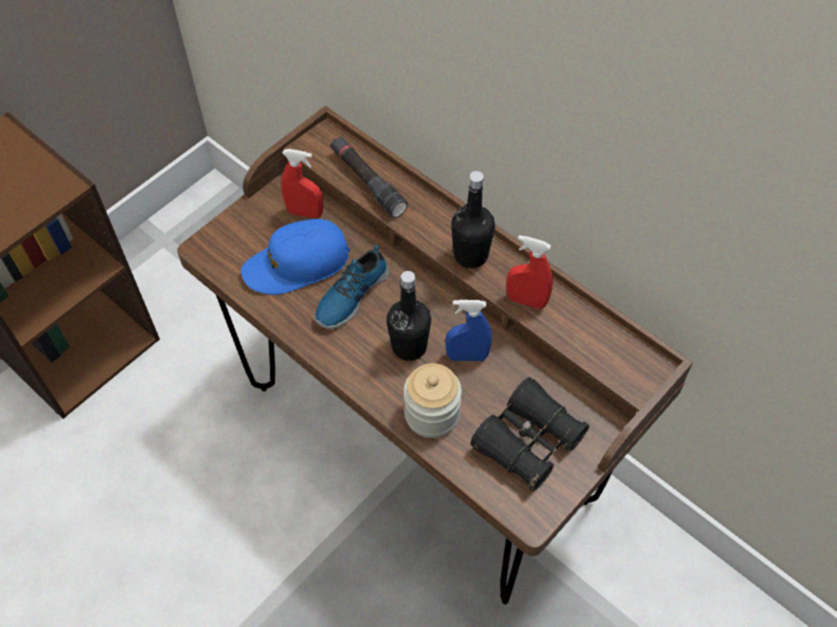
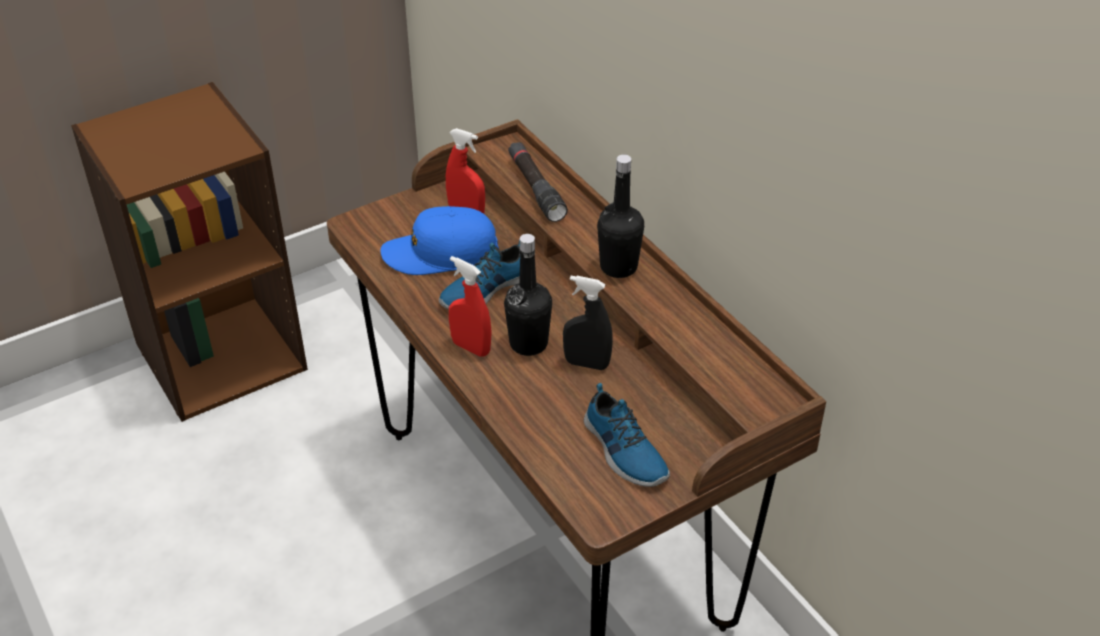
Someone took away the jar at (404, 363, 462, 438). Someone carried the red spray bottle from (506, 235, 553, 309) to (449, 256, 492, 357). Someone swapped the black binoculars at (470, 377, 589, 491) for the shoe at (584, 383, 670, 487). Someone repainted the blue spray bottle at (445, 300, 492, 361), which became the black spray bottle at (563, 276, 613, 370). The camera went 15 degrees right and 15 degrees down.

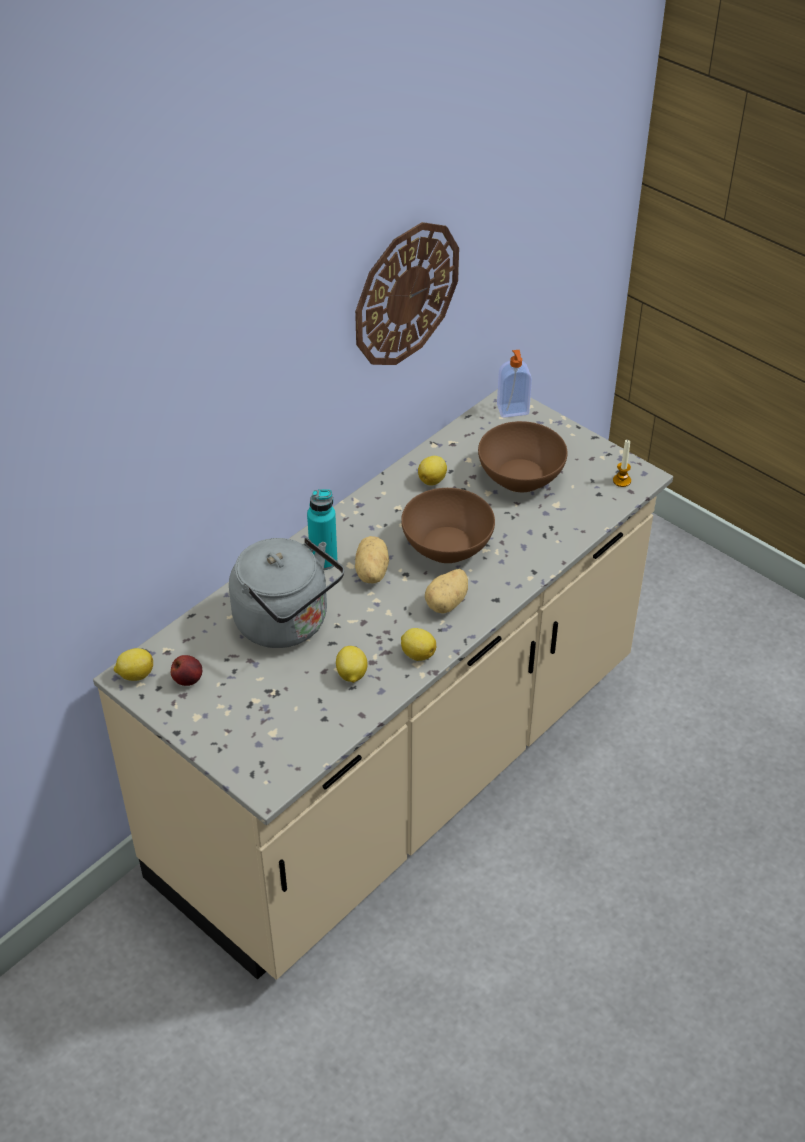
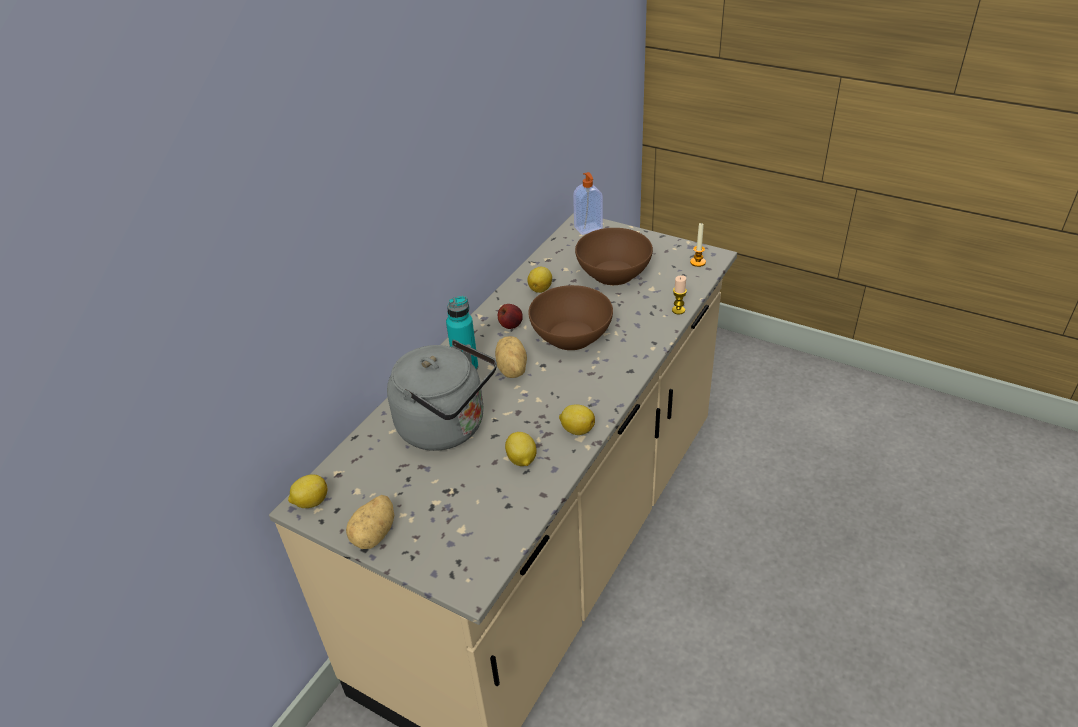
Someone took away the wall clock at (355, 222, 459, 365). Someone put down the candle at (672, 275, 687, 314). Someone carried the apple from (171, 655, 202, 686) to (498, 304, 523, 329). Someone carried the potato from (425, 569, 468, 614) to (346, 495, 394, 549). The camera went 10 degrees left and 5 degrees down.

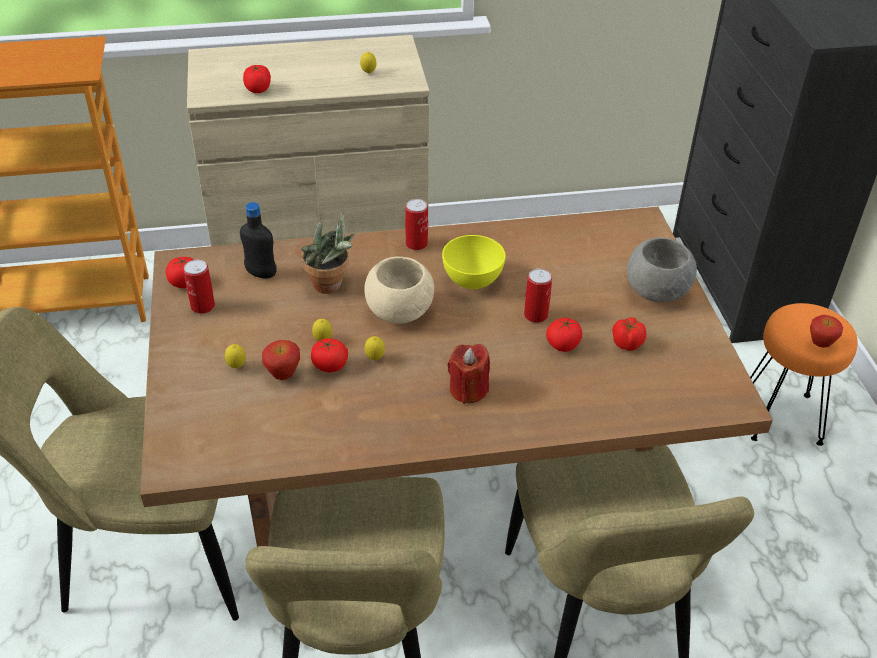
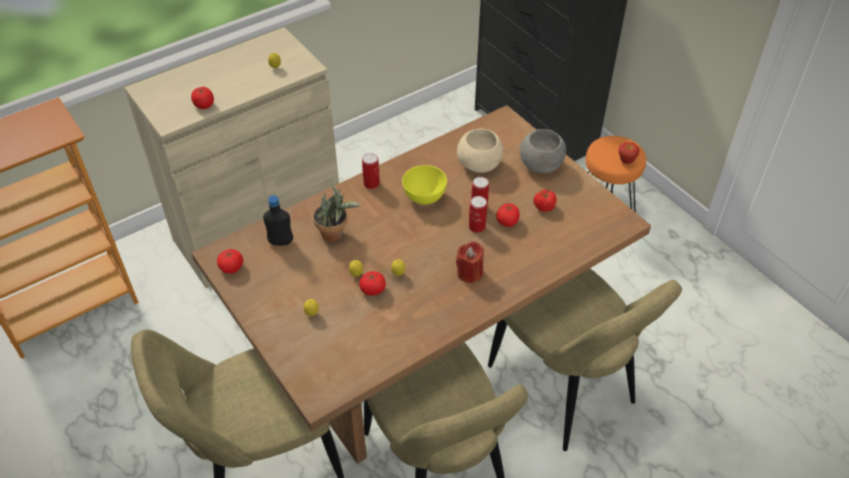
Someone took away the apple at (262, 340, 300, 380). Someone carried the can from (183, 260, 215, 314) to (469, 196, 487, 233). Someone carried the beige bowl from (364, 257, 434, 324) to (457, 129, 503, 173). The camera went 25 degrees left and 5 degrees up.

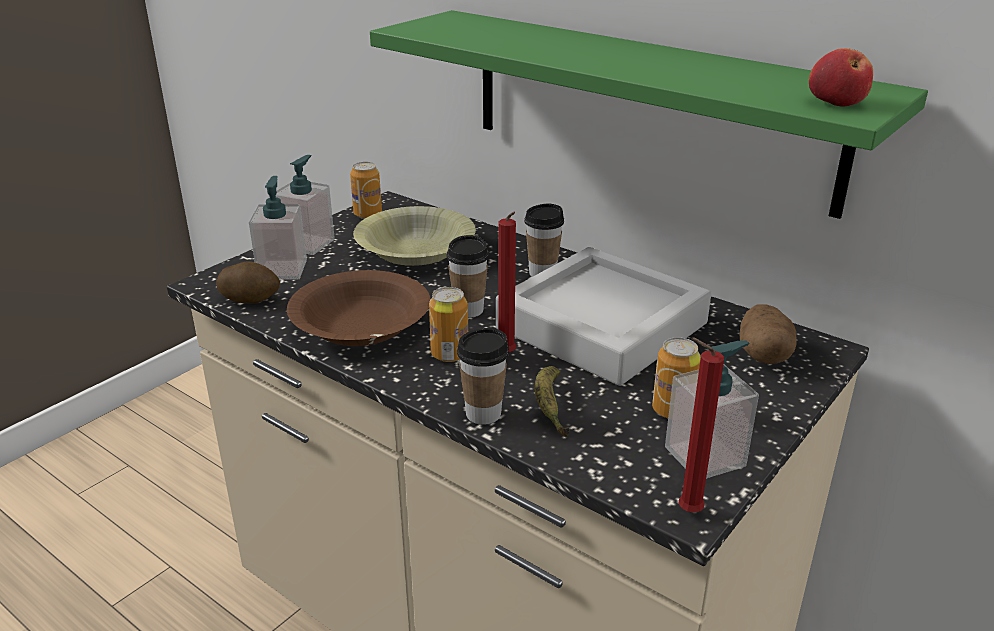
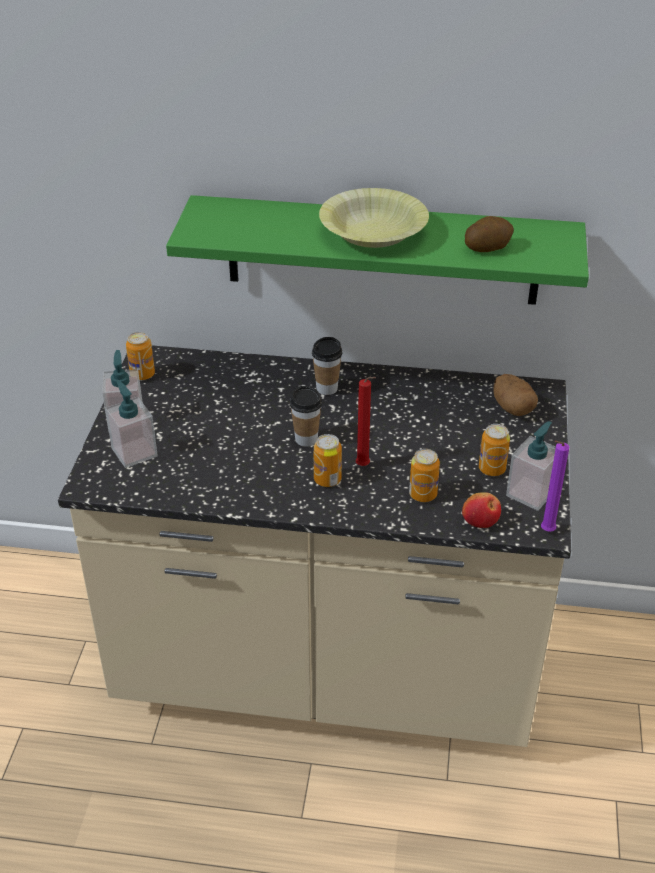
Someone took away the brown bowl at (287, 270, 430, 346). Someone took away the cup at (457, 328, 509, 425). Someone took away the grey tray at (496, 247, 711, 386). Someone carried the potato from (216, 261, 280, 304) to (465, 216, 514, 252). Someone carried the yellow bowl from (353, 206, 476, 266) to (319, 188, 429, 248). Someone carried the apple from (809, 48, 873, 107) to (462, 492, 501, 528). Someone swapped the banana at (534, 366, 569, 437) for the can at (409, 449, 440, 502). Someone repainted the red candle at (678, 338, 724, 512), which became the purple candle at (541, 441, 569, 532). The camera went 30 degrees left and 10 degrees up.

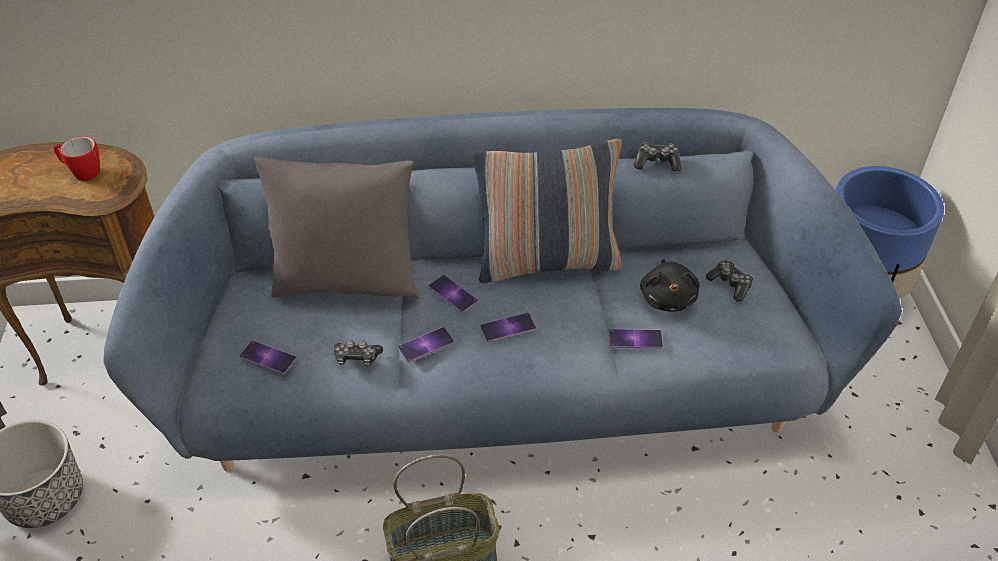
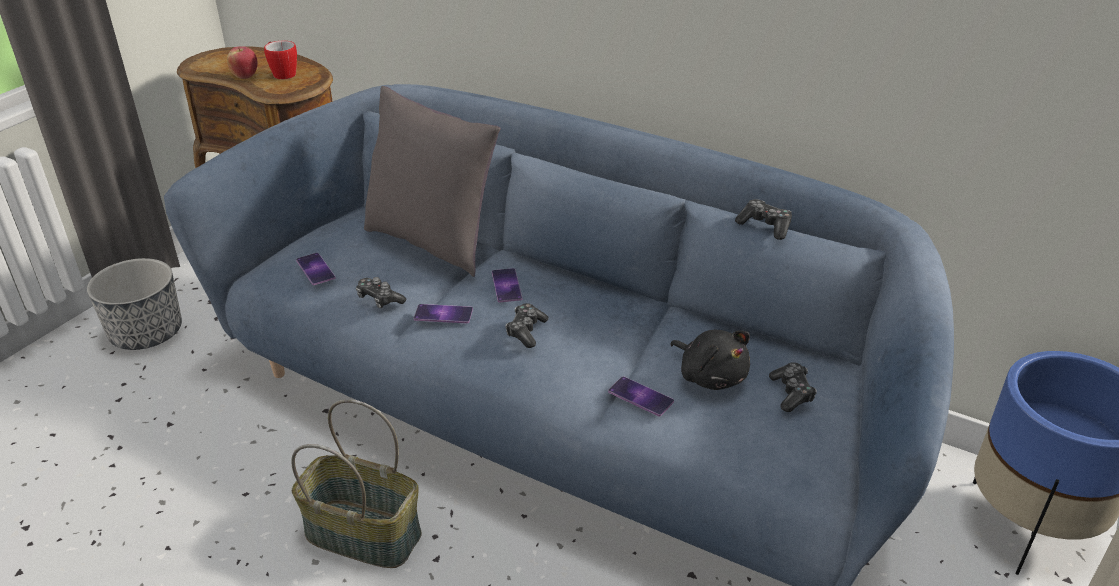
Someone took away the pillow at (472, 139, 622, 283). Someone put down the apple at (227, 46, 258, 79). Someone swapped the phone at (480, 312, 536, 342) for the game controller at (505, 303, 548, 348). Someone rotated the black plush toy at (640, 259, 700, 312) by 75 degrees counterclockwise. The camera went 35 degrees right and 10 degrees down.

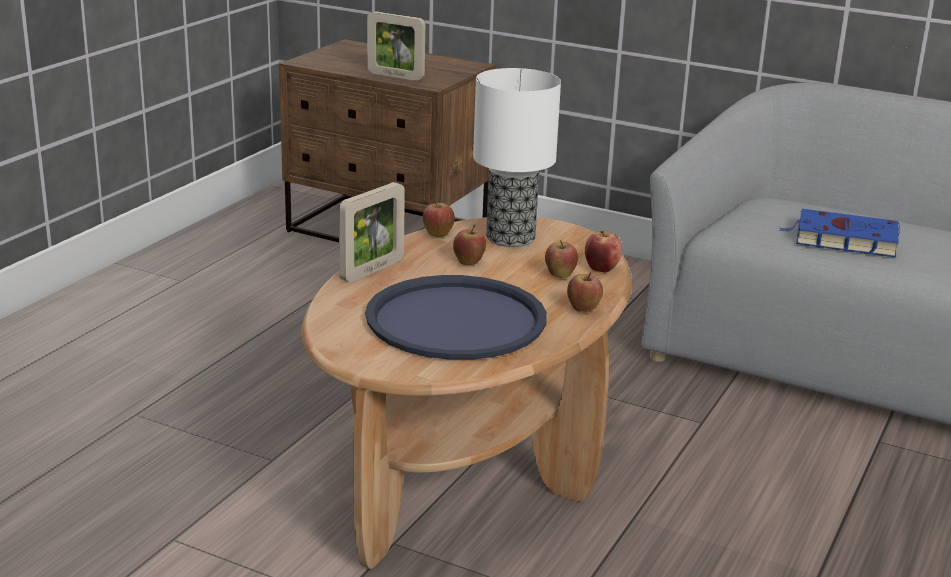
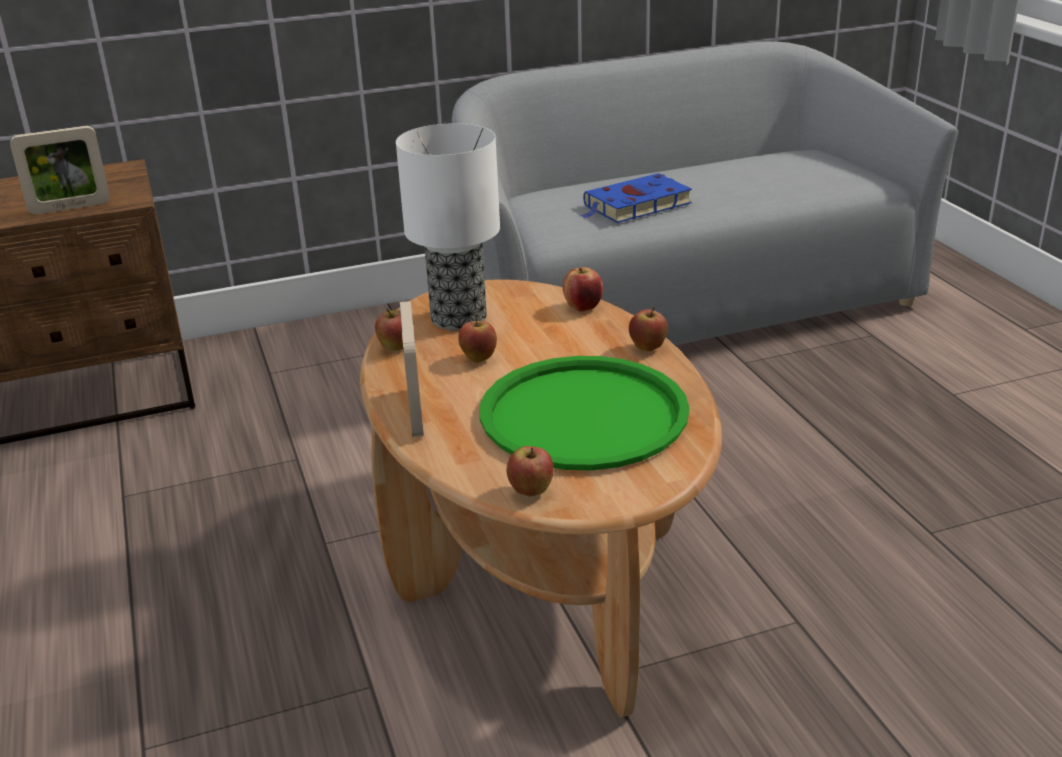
Someone carried the apple from (545, 240, 578, 278) to (507, 446, 554, 496). Someone repainted the blue tray at (365, 275, 547, 360), which became the green tray at (480, 356, 690, 470). The camera went 45 degrees left and 5 degrees up.

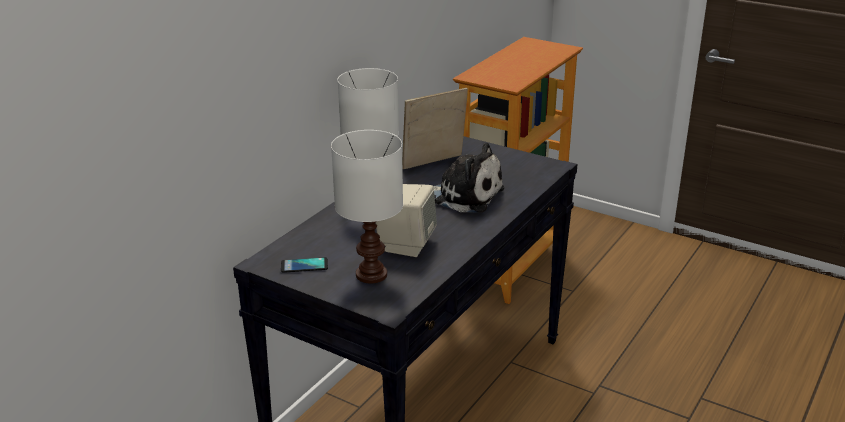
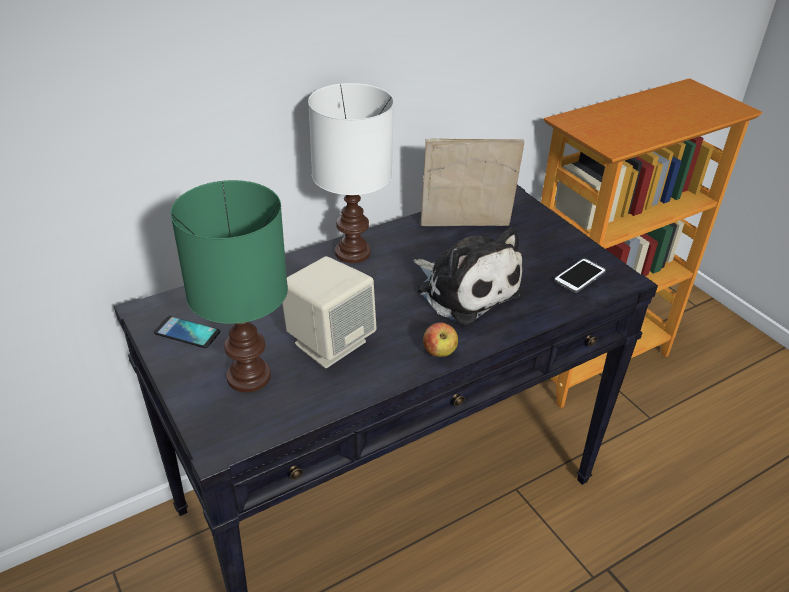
Someone put down the apple at (423, 322, 458, 357). Someone put down the phone at (554, 258, 606, 293). Someone repainted the white table lamp at (331, 130, 403, 284), which became the green table lamp at (170, 180, 288, 392). The camera went 25 degrees right and 10 degrees up.

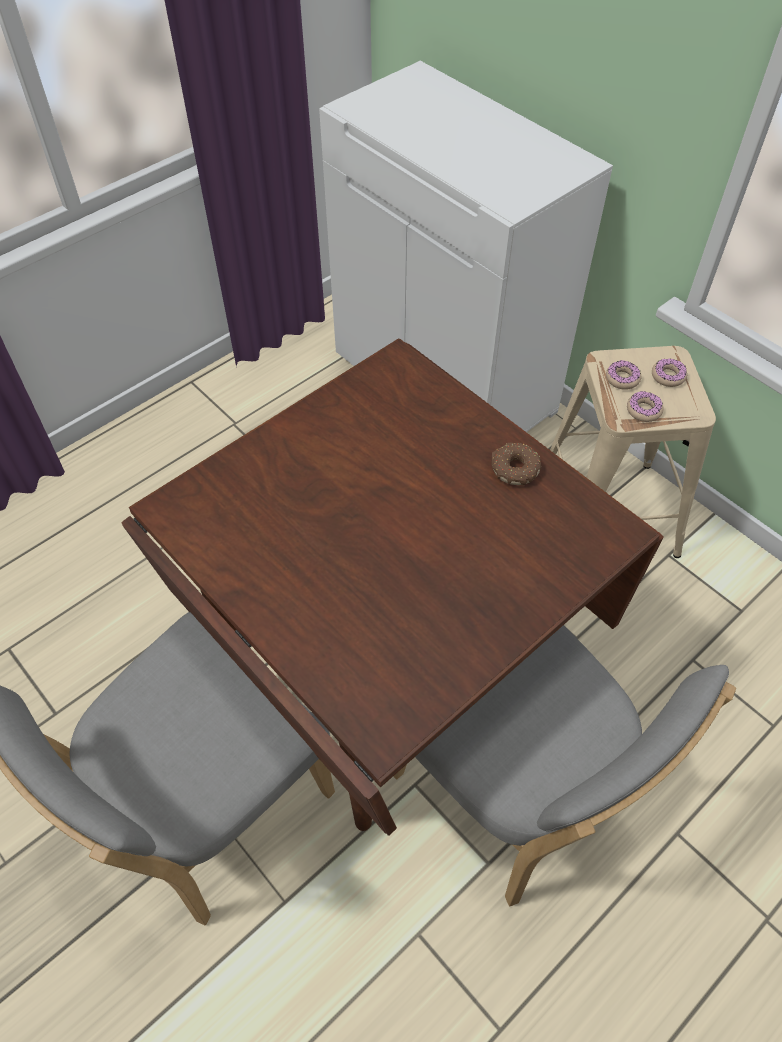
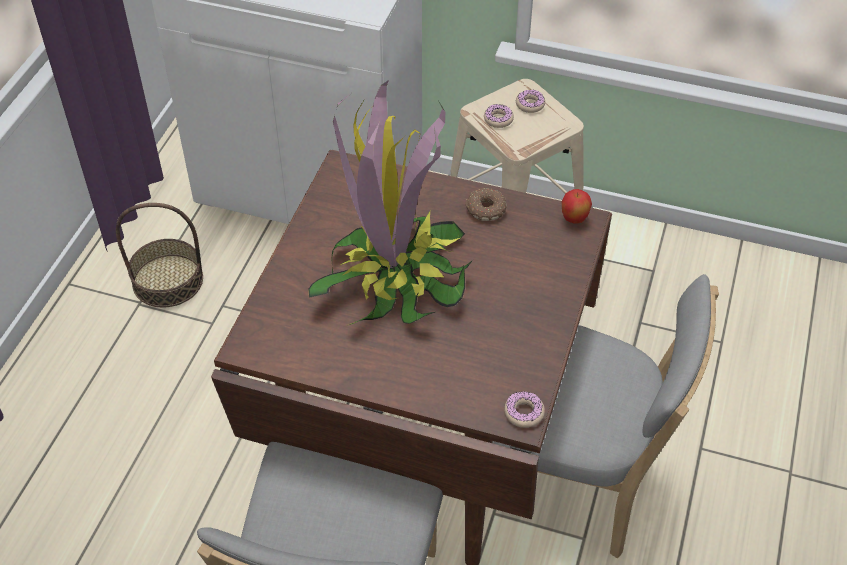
Someone put down the basket at (116, 203, 203, 308). Someone put down the potted plant at (308, 80, 473, 325). Someone put down the apple at (562, 189, 592, 223). Someone carried the donut from (627, 391, 664, 422) to (504, 392, 545, 428). The camera went 30 degrees left and 5 degrees down.

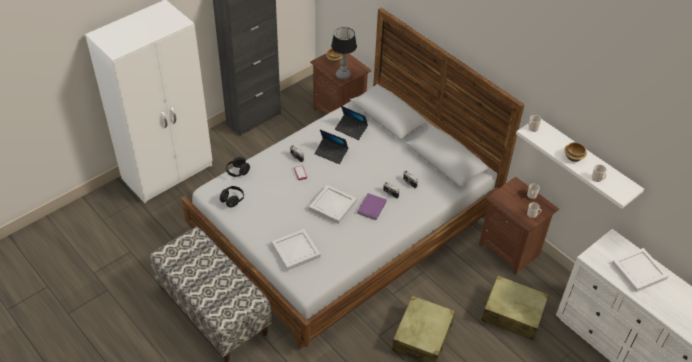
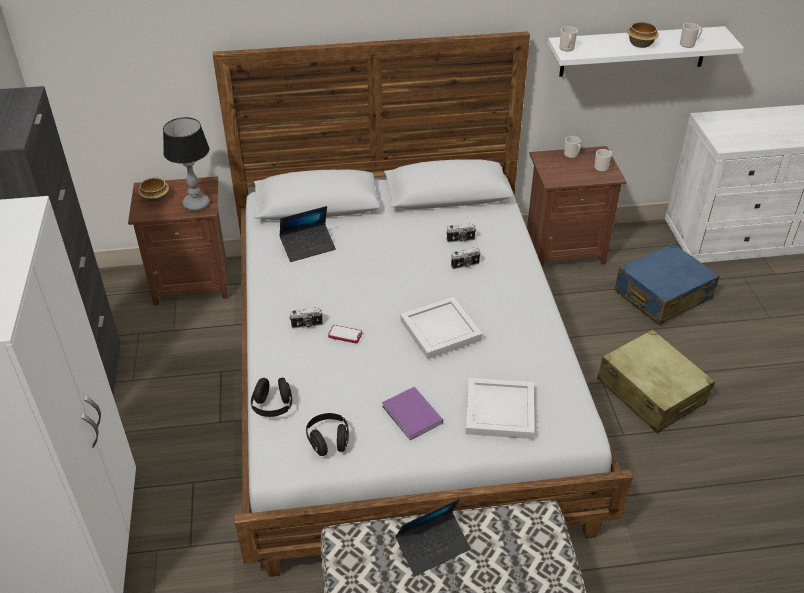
Someone took away the white tray at (612, 248, 668, 292). Someone carried the laptop from (314, 130, 348, 164) to (395, 499, 471, 576). Someone carried the purple book from (357, 193, 387, 220) to (382, 387, 443, 440). Someone repainted the beige suitcase at (481, 275, 549, 340), which became the blue suitcase at (614, 243, 720, 325). The camera went 55 degrees left and 5 degrees down.

